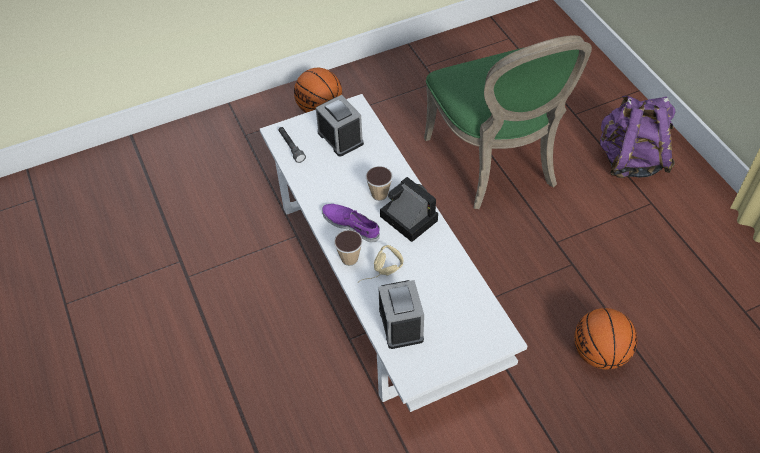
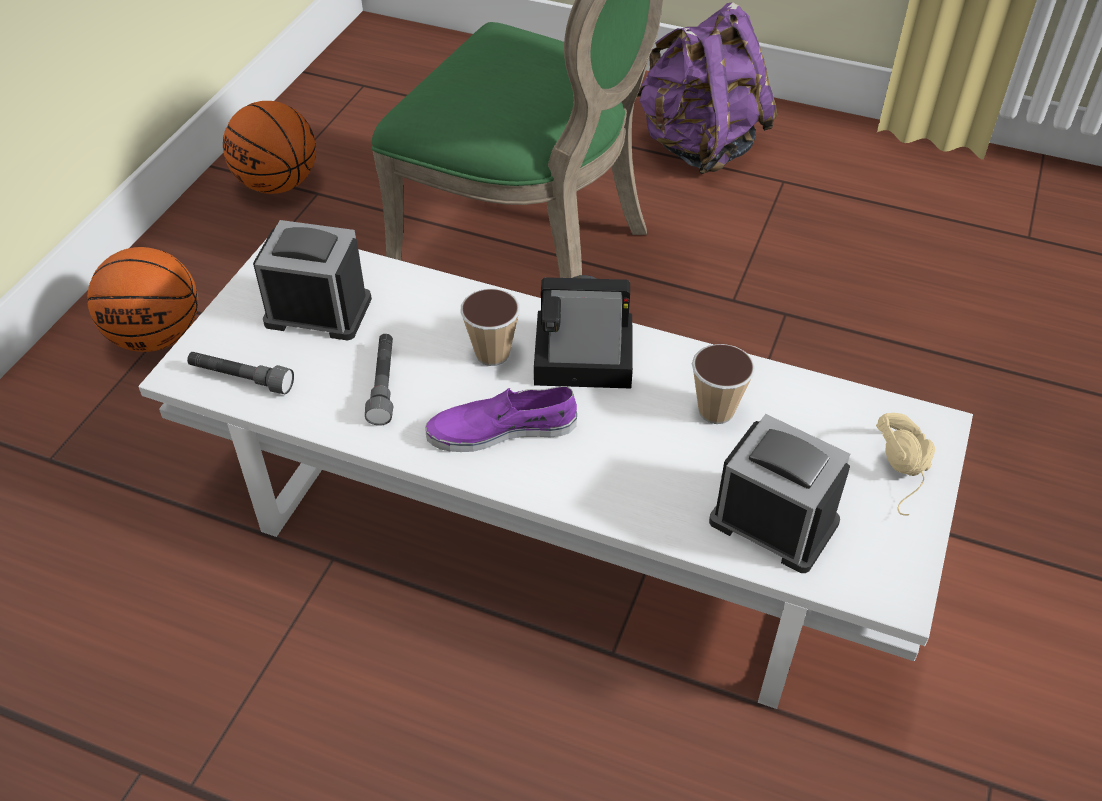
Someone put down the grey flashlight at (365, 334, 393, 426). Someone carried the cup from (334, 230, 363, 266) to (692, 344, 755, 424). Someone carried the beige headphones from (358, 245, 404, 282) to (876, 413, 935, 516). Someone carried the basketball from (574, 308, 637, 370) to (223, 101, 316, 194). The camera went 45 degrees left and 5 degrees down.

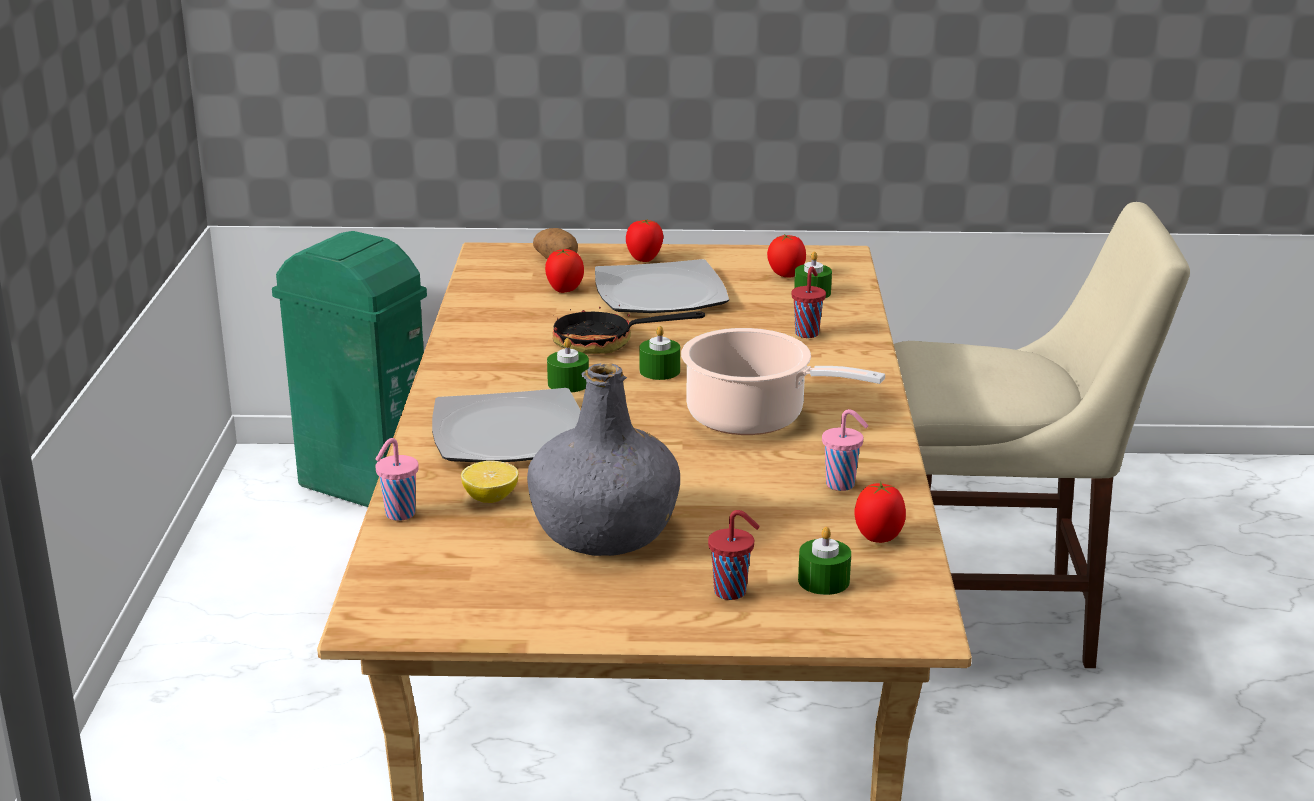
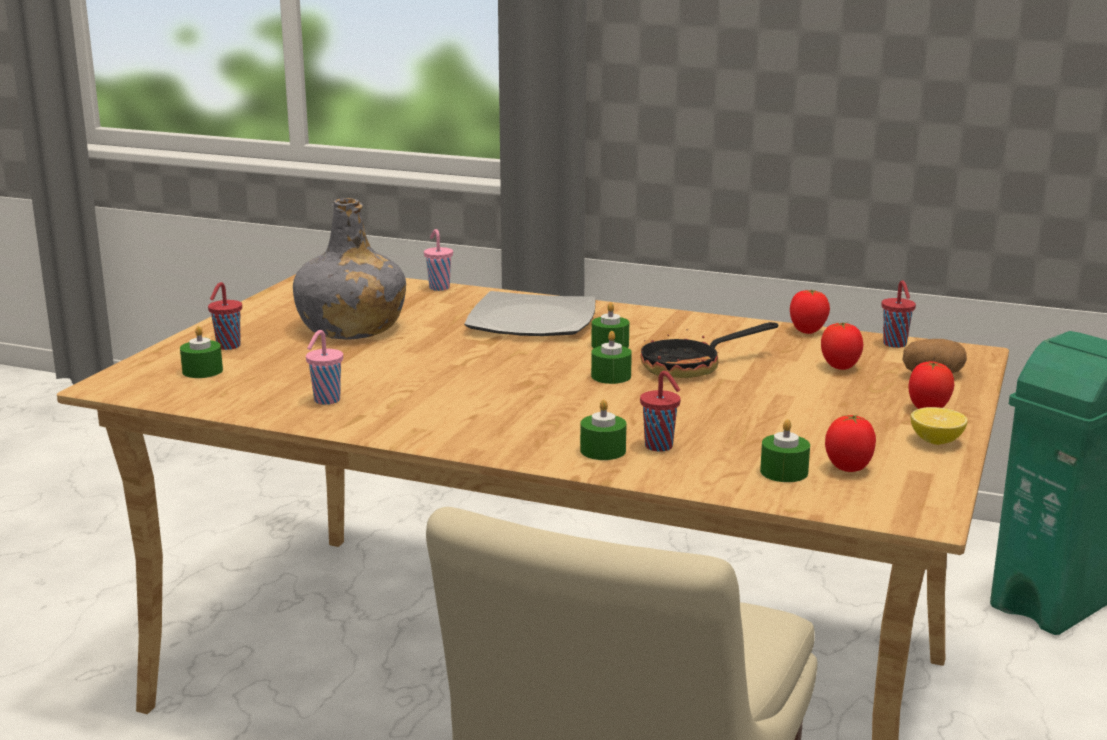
Someone took away the plate at (595, 259, 729, 313). Someone took away the cooking pot at (681, 328, 885, 435). Someone put down the green candle at (580, 400, 626, 460). Someone put down the red cup at (882, 280, 916, 348). Someone carried the lemon from (461, 461, 518, 503) to (910, 407, 967, 445). Someone carried the tomato from (855, 481, 906, 543) to (790, 290, 830, 334). Someone rotated the frying pan at (552, 305, 705, 354) by 135 degrees counterclockwise. The camera went 110 degrees right and 5 degrees down.

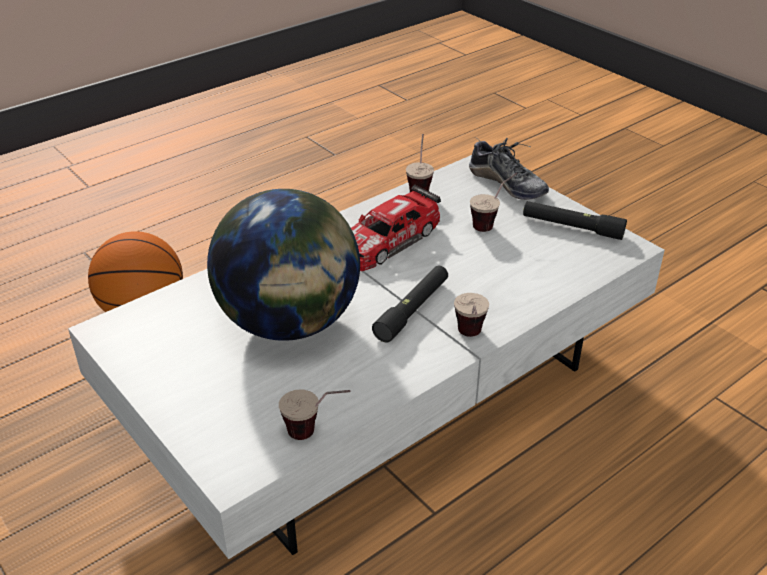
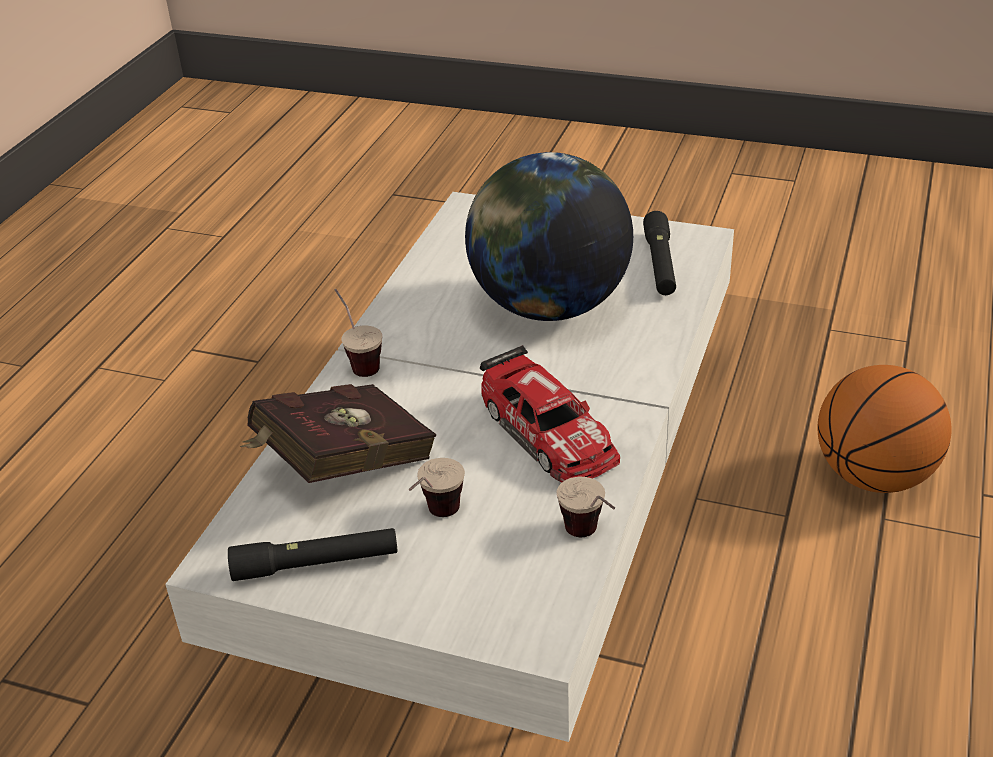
Someone took away the cup at (279, 390, 350, 440). Someone took away the shoe at (469, 138, 549, 200). Someone put down the red book at (240, 384, 437, 483). Someone carried the black flashlight from (372, 266, 448, 342) to (643, 211, 676, 295). Someone rotated the toy car at (351, 184, 441, 271) by 135 degrees clockwise. The camera went 150 degrees right and 0 degrees up.

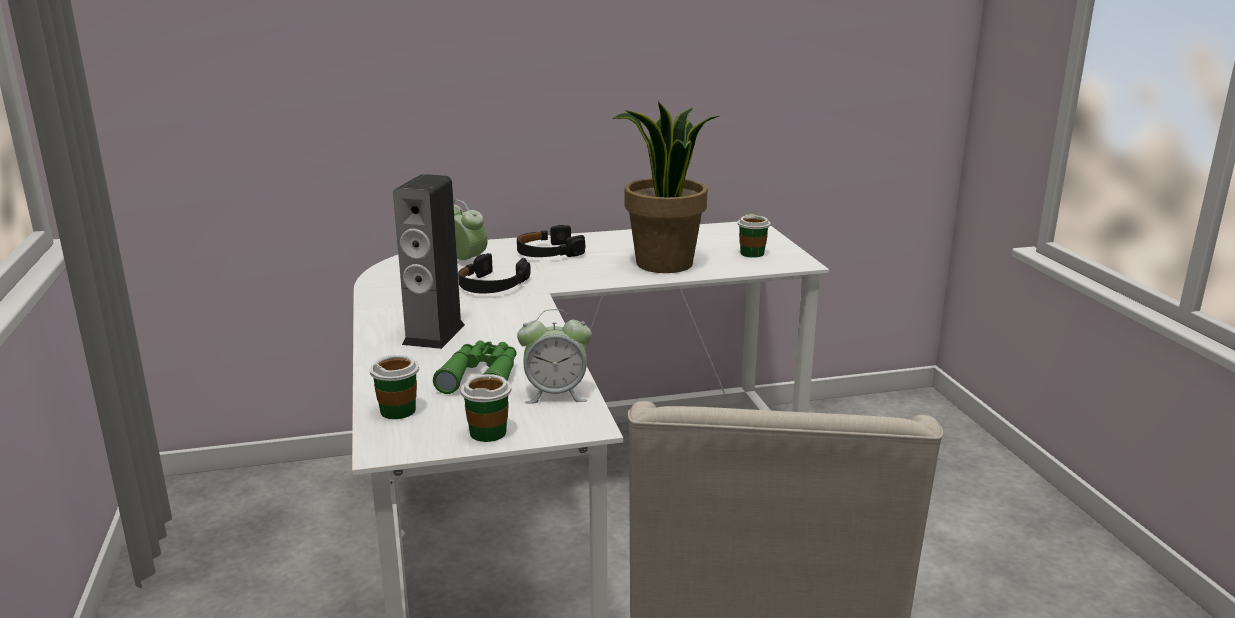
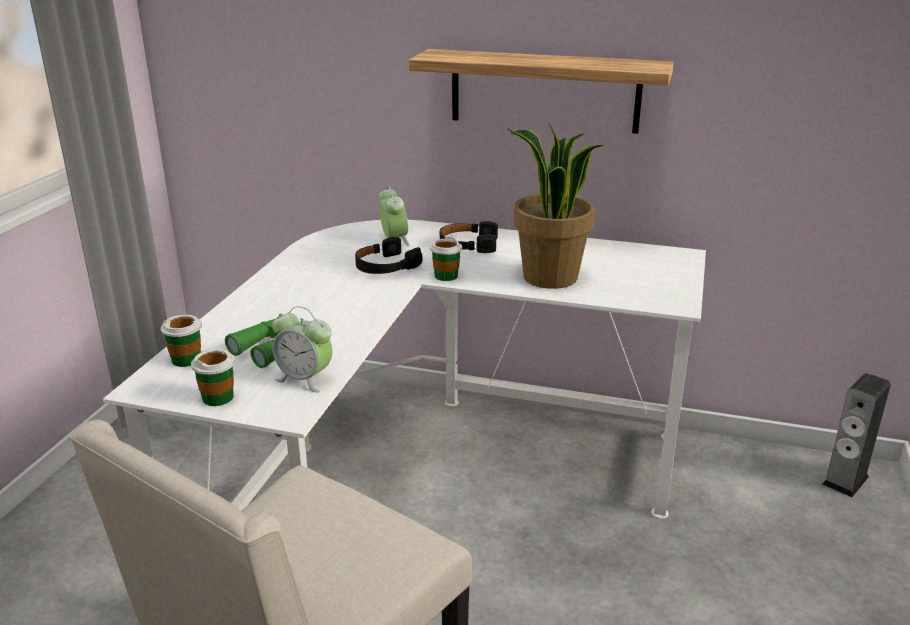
Someone put up the shelf at (409, 49, 674, 134). Someone carried the speaker from (393, 174, 465, 349) to (822, 373, 891, 497). Someone carried the cup from (737, 213, 771, 258) to (430, 237, 462, 281). The camera went 30 degrees right and 5 degrees up.

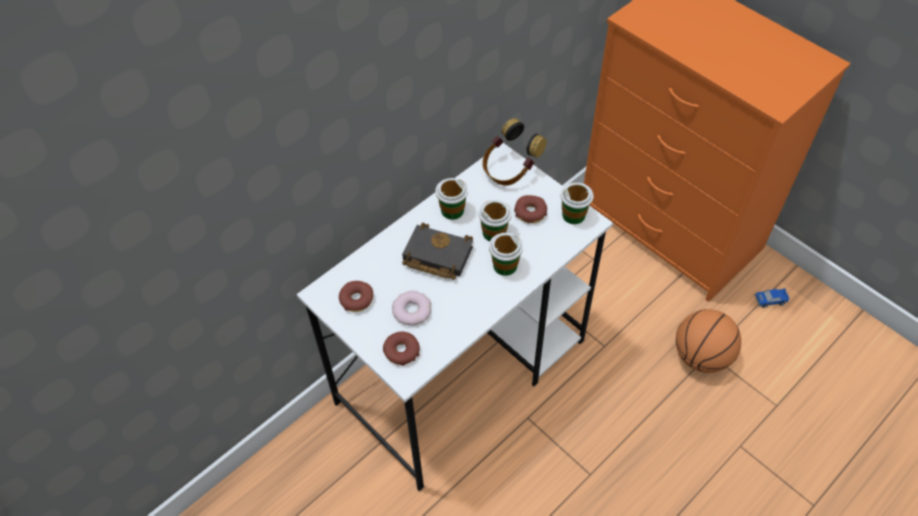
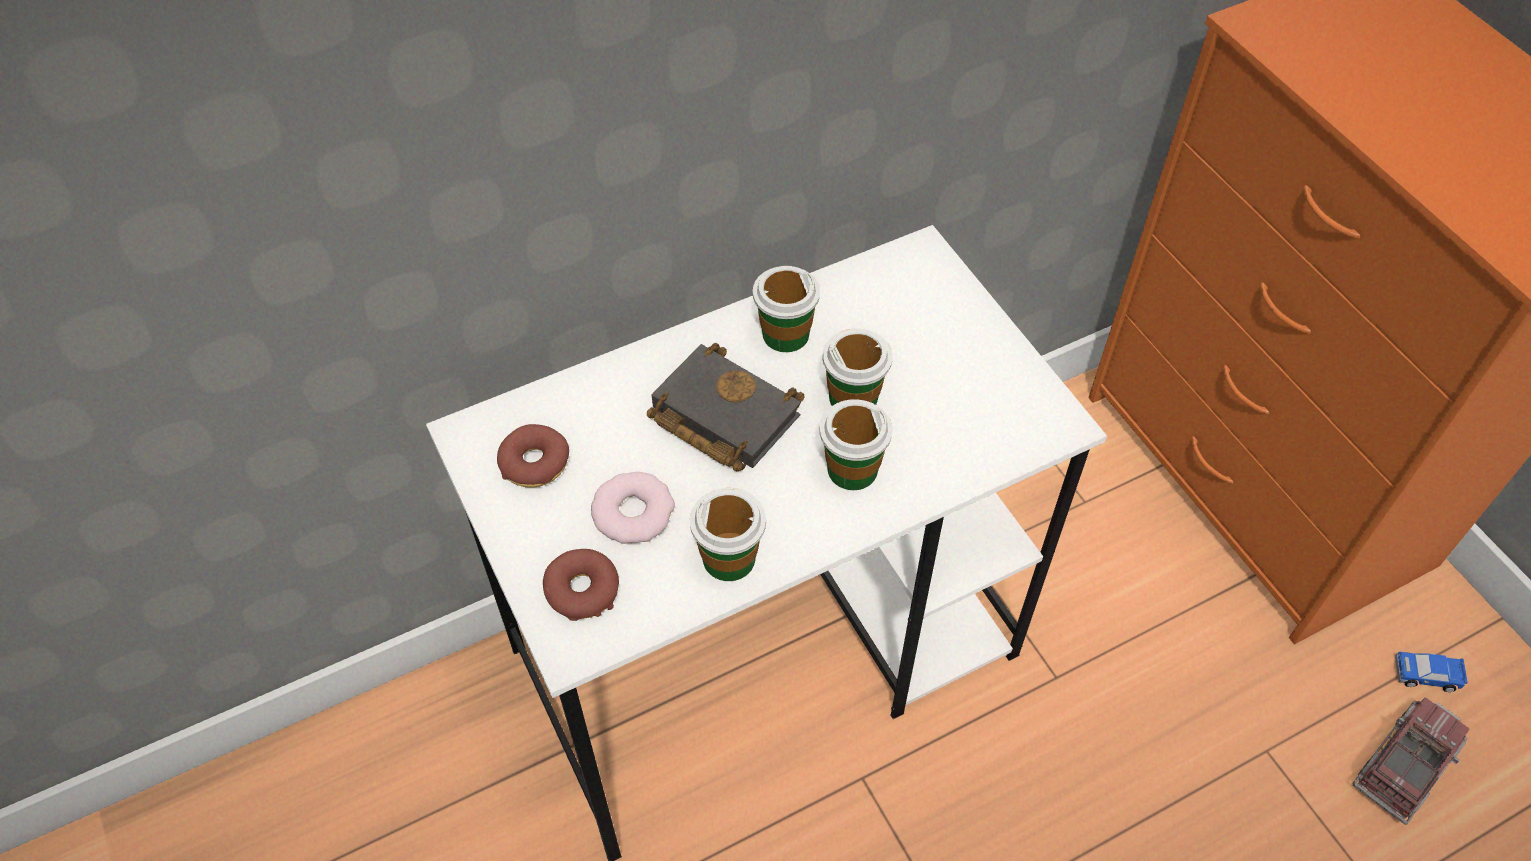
Someone took away the headphones at (482, 118, 547, 186). Someone took away the donut at (514, 195, 547, 223). Someone took away the basketball at (676, 309, 741, 373). Someone put down the toy truck at (1352, 697, 1470, 825). Someone carried the cup from (561, 182, 594, 224) to (690, 488, 766, 581). The camera went 15 degrees right and 0 degrees up.

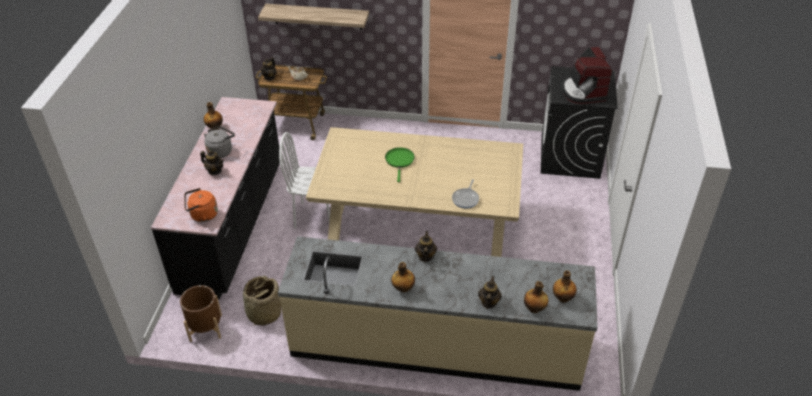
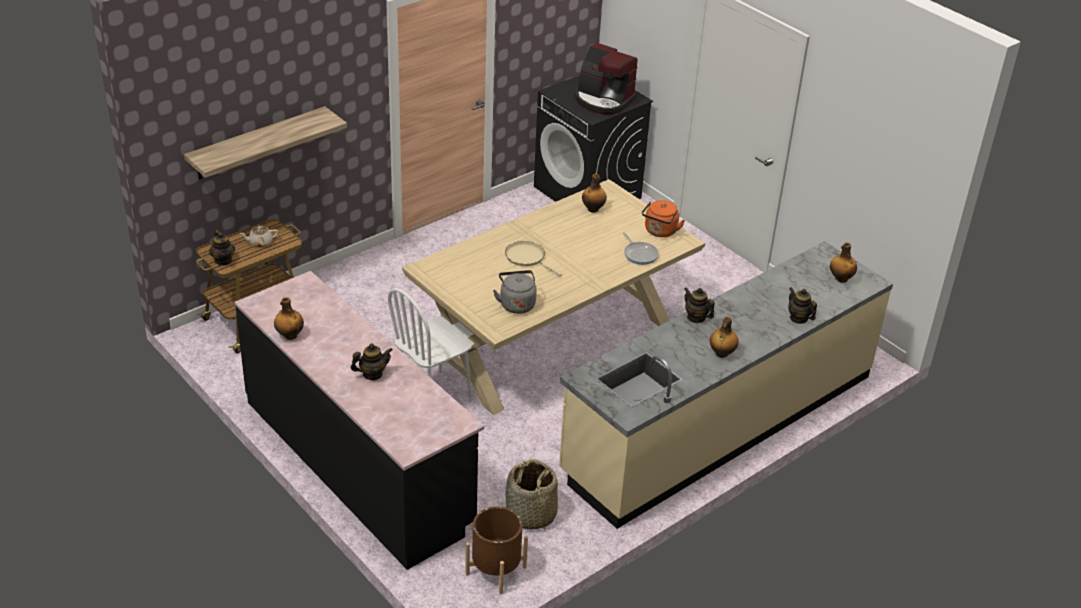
Someone carried the orange kettle from (184, 188, 218, 222) to (642, 200, 685, 237). Someone carried the grey kettle from (204, 126, 235, 158) to (493, 270, 537, 314). Someone carried the bottle from (524, 281, 548, 313) to (582, 174, 607, 213). Someone repainted the green frying pan at (385, 147, 415, 182), which became the beige frying pan at (505, 241, 562, 276). The camera went 50 degrees left and 5 degrees down.

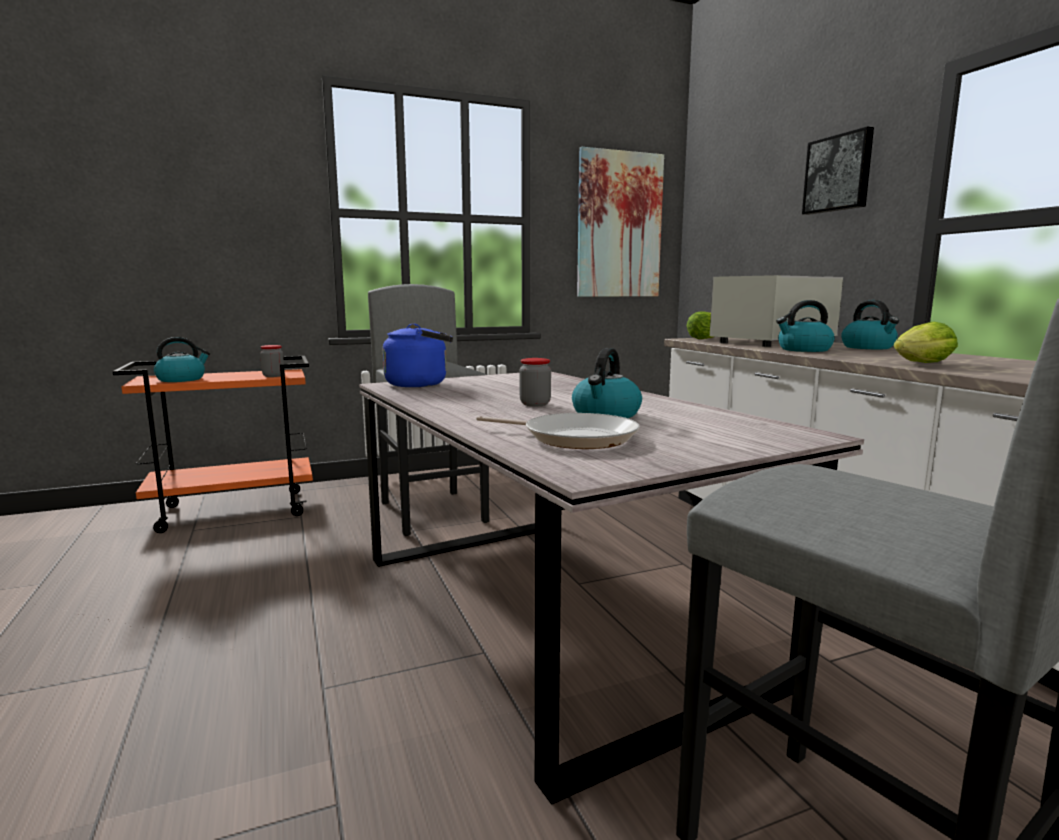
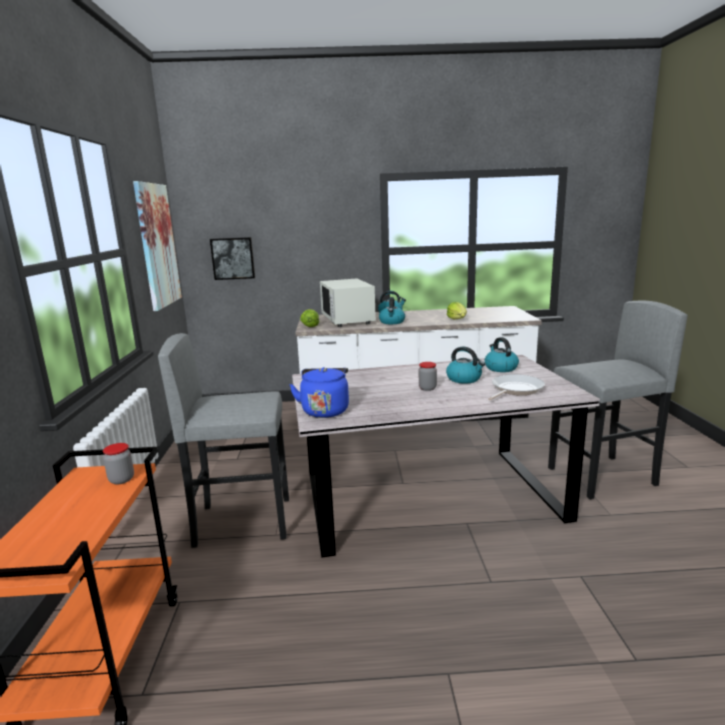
Someone carried the kettle from (154, 337, 210, 382) to (485, 337, 519, 372). Someone carried the picture from (802, 126, 874, 215) to (210, 237, 255, 280). The camera went 70 degrees left and 5 degrees up.

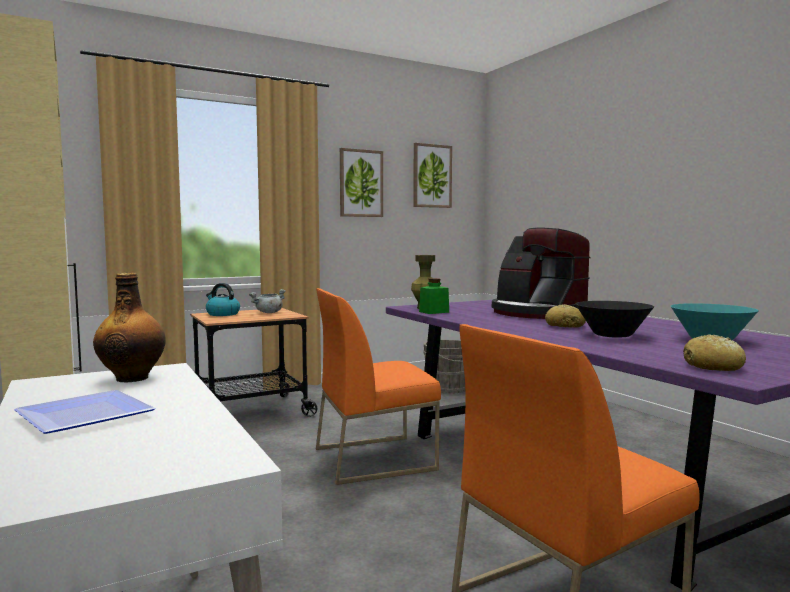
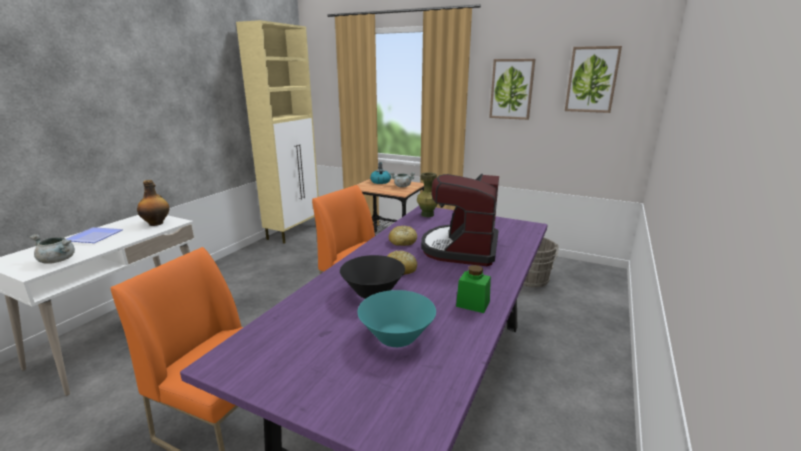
Someone put down the grey cooking pot at (29, 234, 75, 264). Someone carried the green jar from (419, 278, 449, 314) to (456, 265, 491, 313). Someone carried the bread from (683, 335, 746, 371) to (389, 226, 417, 246). The camera went 55 degrees right and 15 degrees up.

